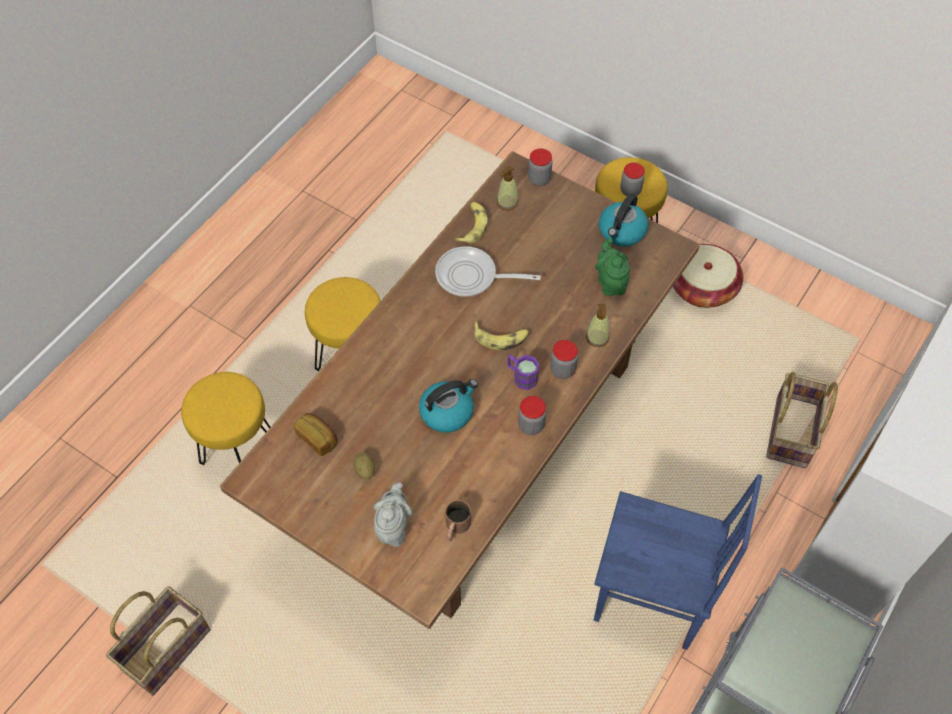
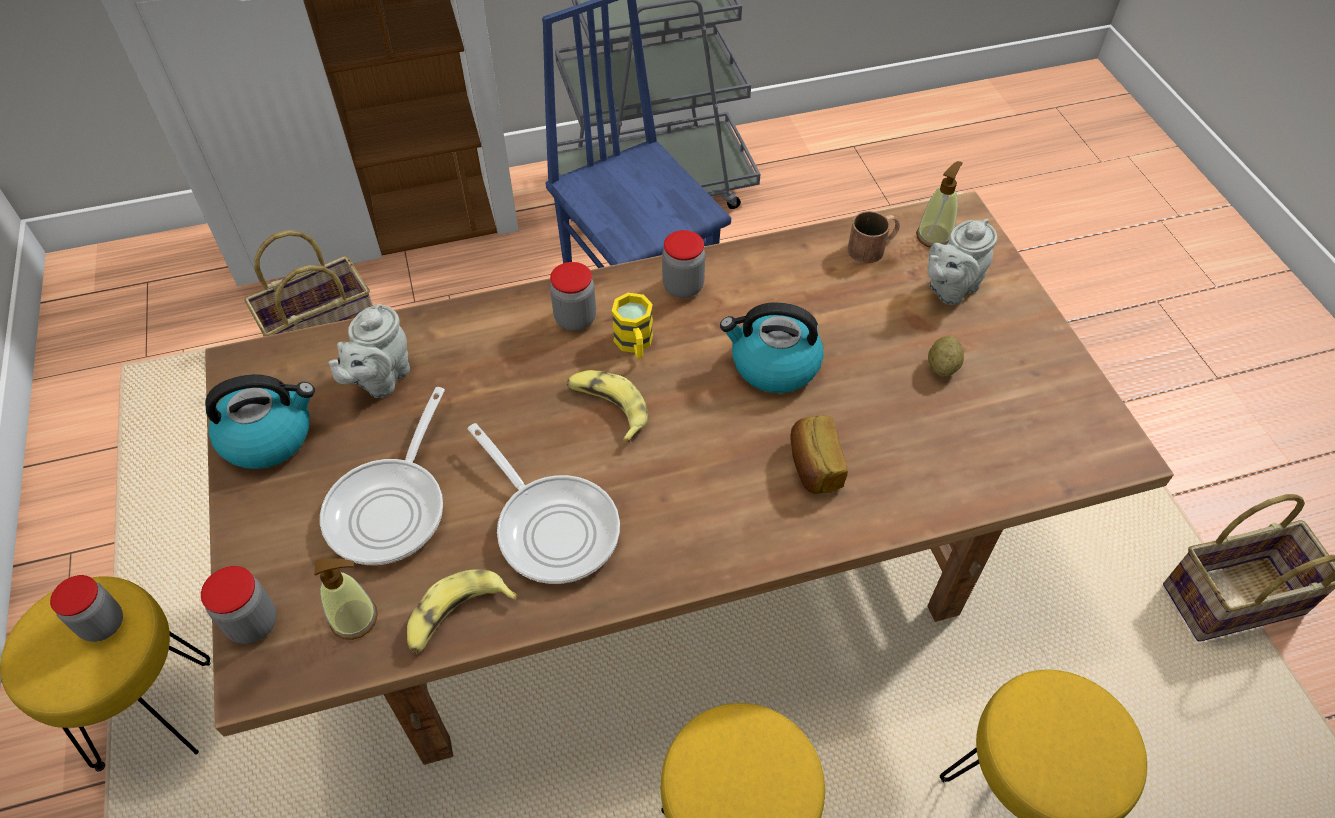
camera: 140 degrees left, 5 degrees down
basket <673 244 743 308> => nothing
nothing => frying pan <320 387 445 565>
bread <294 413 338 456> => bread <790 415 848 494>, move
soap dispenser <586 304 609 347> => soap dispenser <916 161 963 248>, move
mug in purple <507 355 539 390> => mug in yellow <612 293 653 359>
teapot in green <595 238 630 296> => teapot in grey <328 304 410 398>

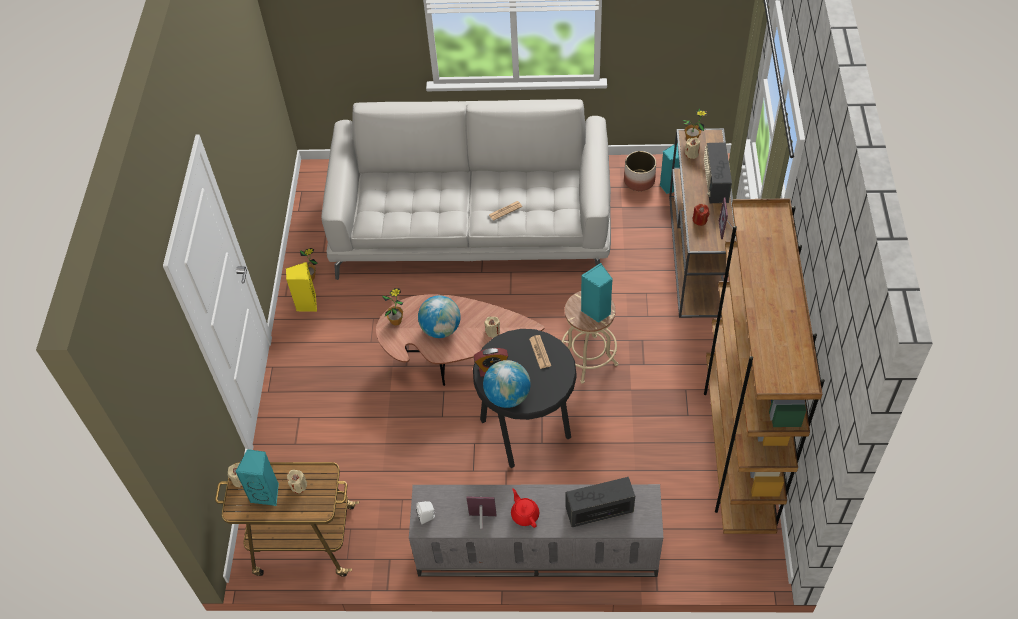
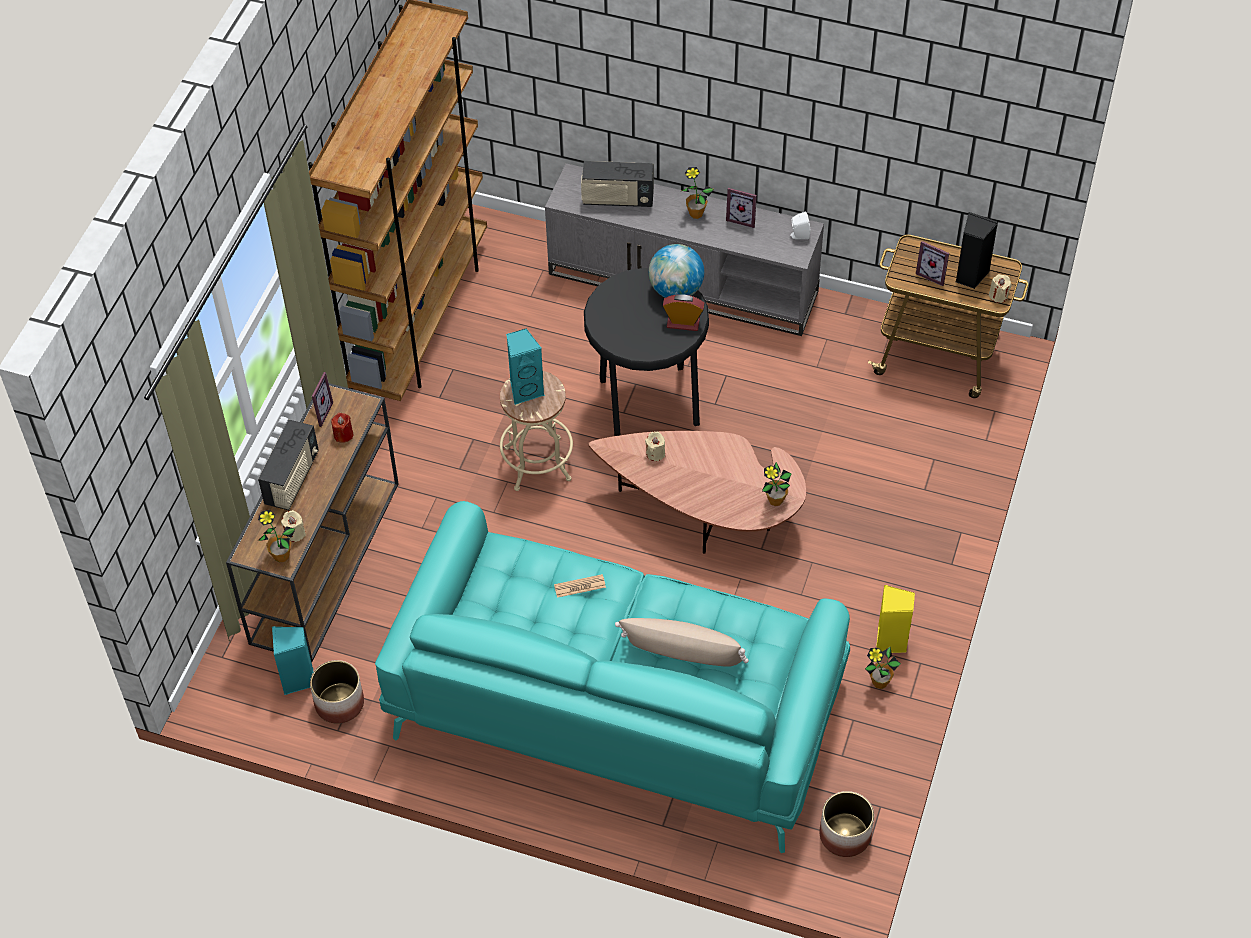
camera: 165 degrees left, 0 degrees up
globe <418 296 461 338> => nothing
newspaper <529 335 551 369> => nothing
nothing => pillow in beige <615 618 749 667>
nothing => planter <820 791 874 857>
candle in beige <287 470 307 493> => picture frame <916 241 949 286>
teapot in red <511 488 540 528> => potted plant <682 167 714 219>
speaker in turquoise <235 449 279 506> => speaker in black <956 212 999 289>
sofa in white <321 99 611 280> => sofa in turquoise <375 501 850 853>

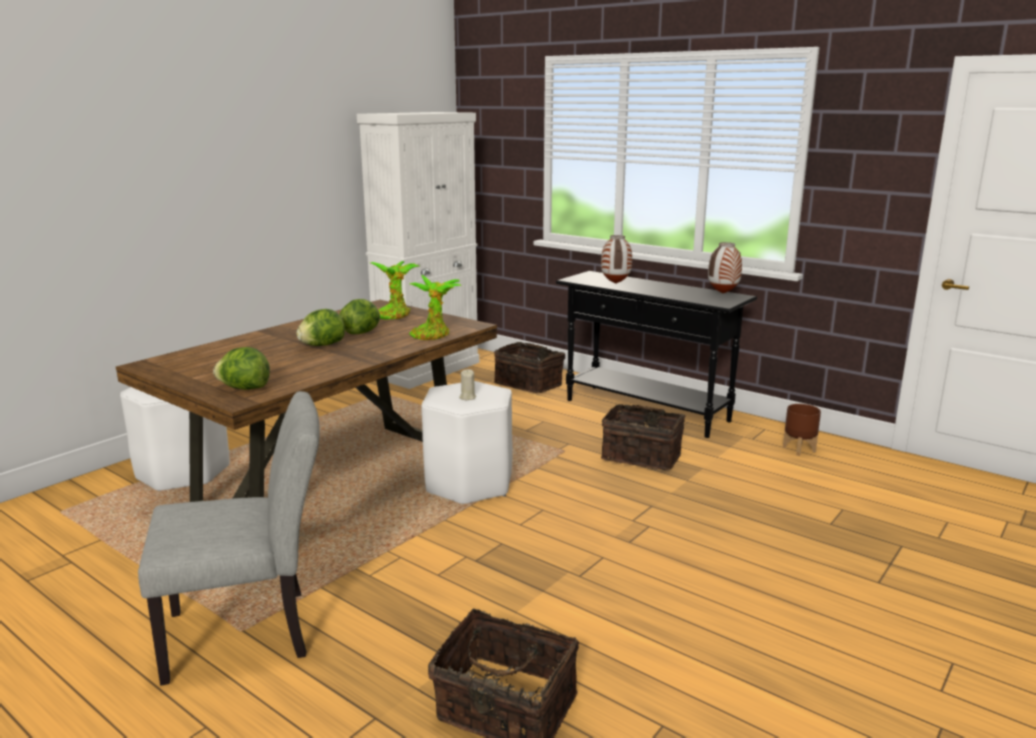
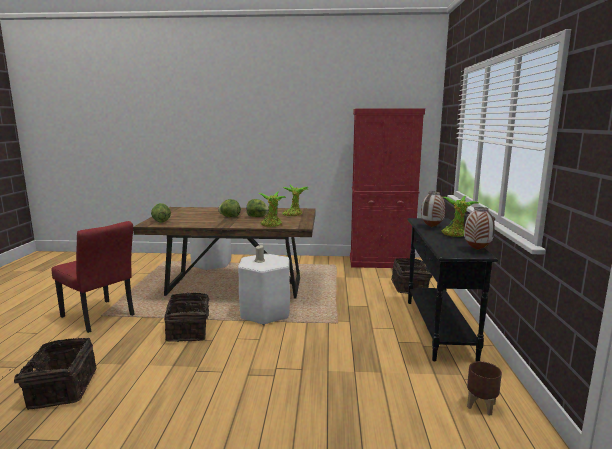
camera: 55 degrees right, 5 degrees down
nothing => potted plant <442 196 478 237>
basket <601 403 685 470> => basket <164 292 218 342>, move
chair in grey <138 391 319 686> => chair in red <52 221 135 333>
cabinet in white <357 112 479 389> => cabinet in red <350 108 425 268>

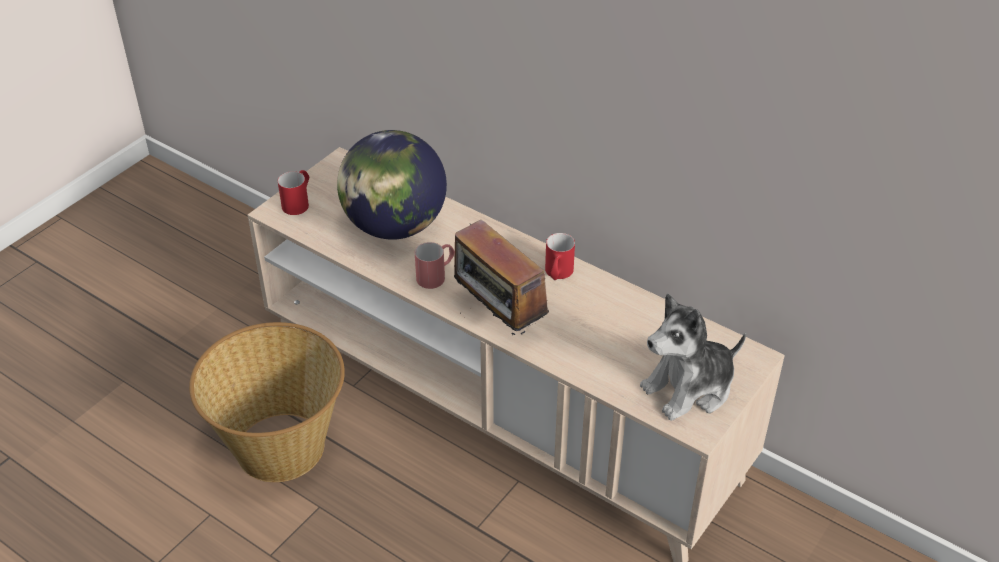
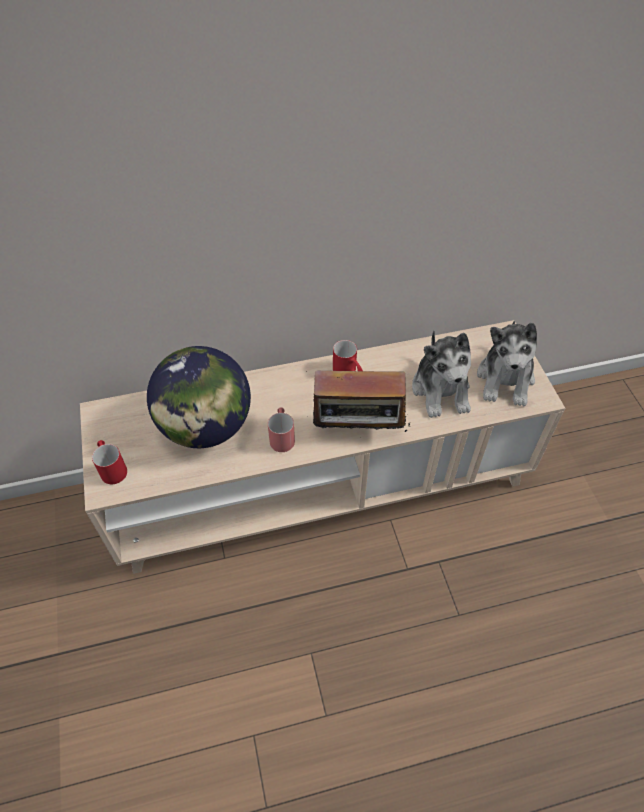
camera: 50 degrees left, 10 degrees up
basket <189 322 345 482> => nothing
nothing => plush toy <412 331 471 418>

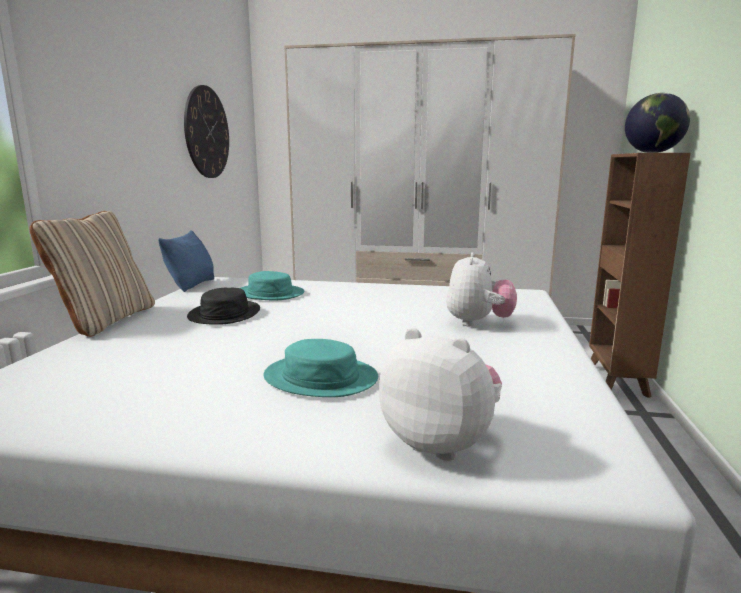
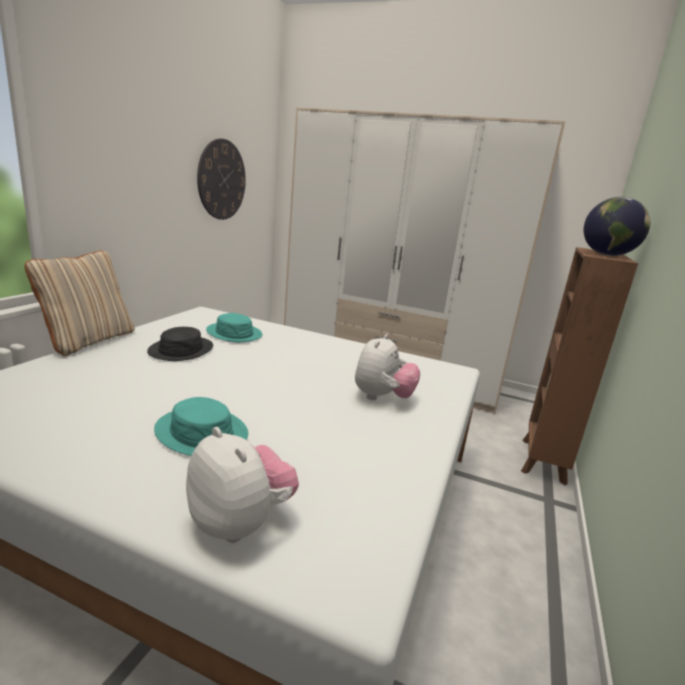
camera: 10 degrees right, 5 degrees up
pillow in blue <159 230 214 292> => nothing

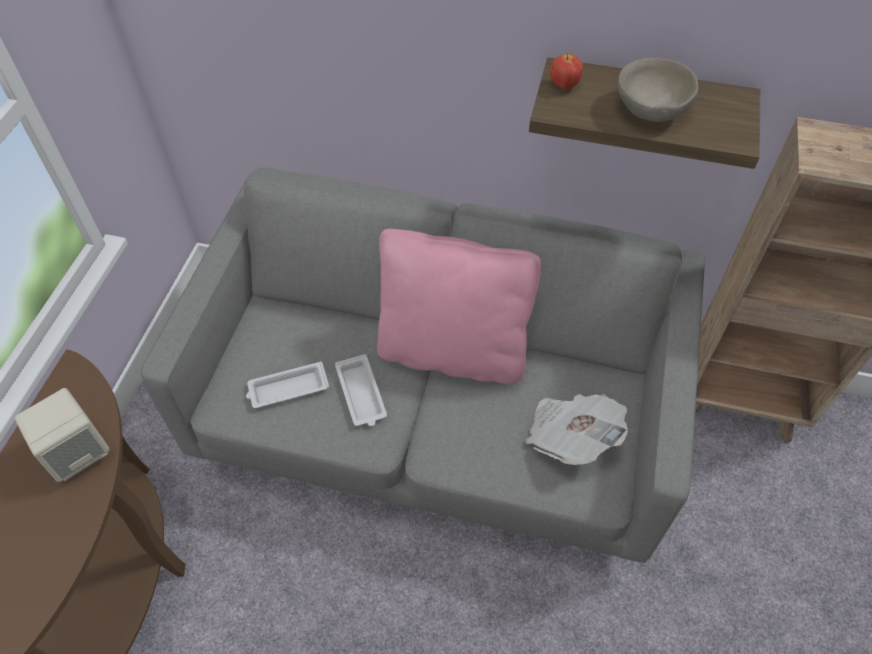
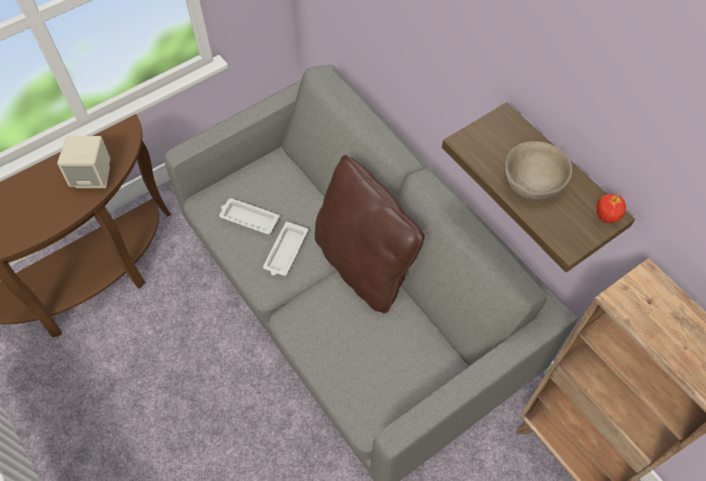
camera: 40 degrees right, 5 degrees up
newspaper <526 394 628 465> => nothing
apple <550 54 583 90> => apple <597 194 626 223>, move
pillow in pink <377 229 541 384> => pillow in brown <315 155 424 314>

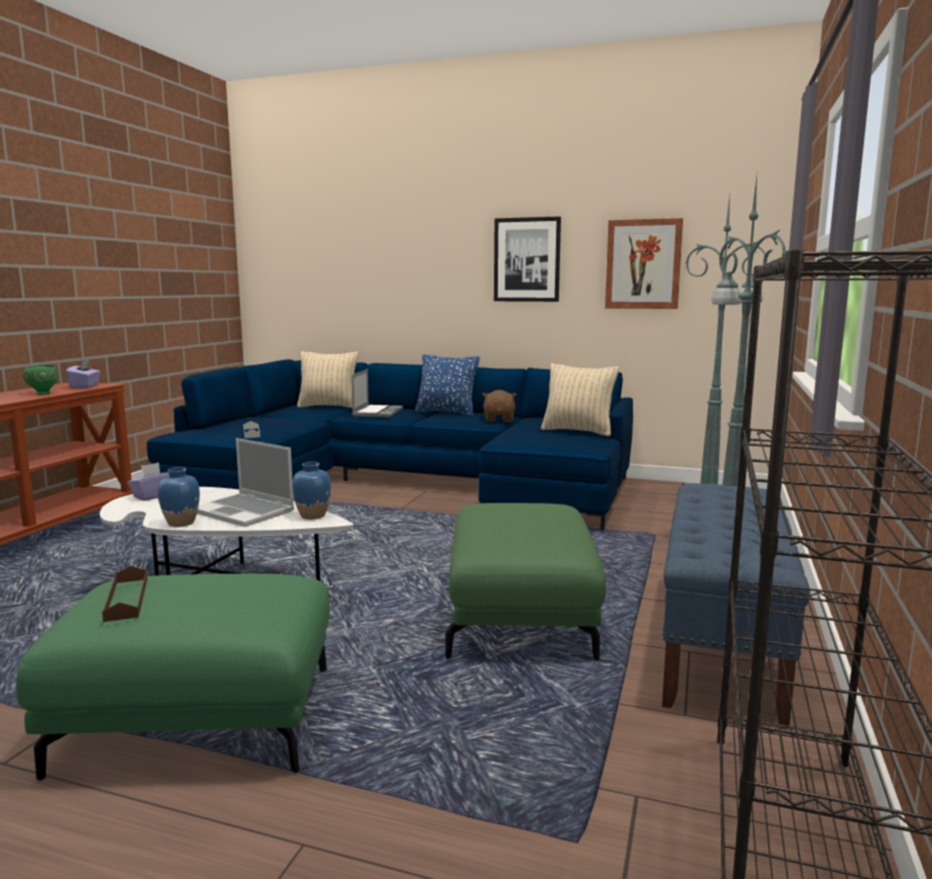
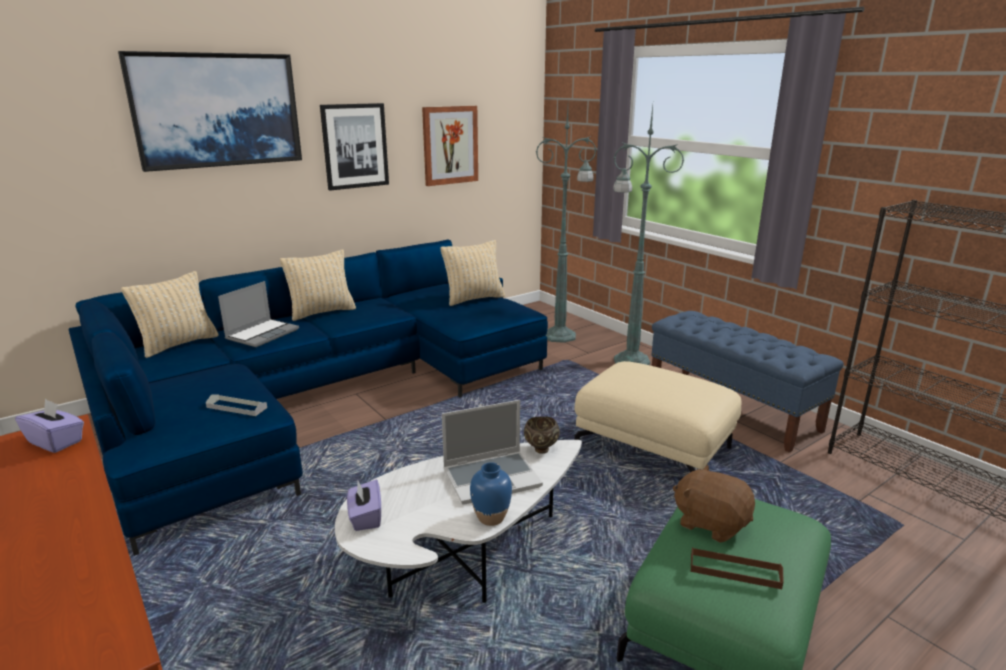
camera: 55 degrees left, 10 degrees up
bowl in green <23 365 58 395> => nothing
nothing => picture <118 51 302 172>
plush toy in brown <482 390 517 422> => plush toy in brown <673 464 755 543>, move
vase in blue <292 462 331 519> => bowl in brown <524 417 560 454>
pillow in blue <415 354 480 416> => pillow in beige <280 250 356 321>
ottoman in green <445 503 606 661> => ottoman in beige <574 361 741 472>
laptop <351 369 403 417> => laptop <218 281 299 347>, 75 degrees clockwise

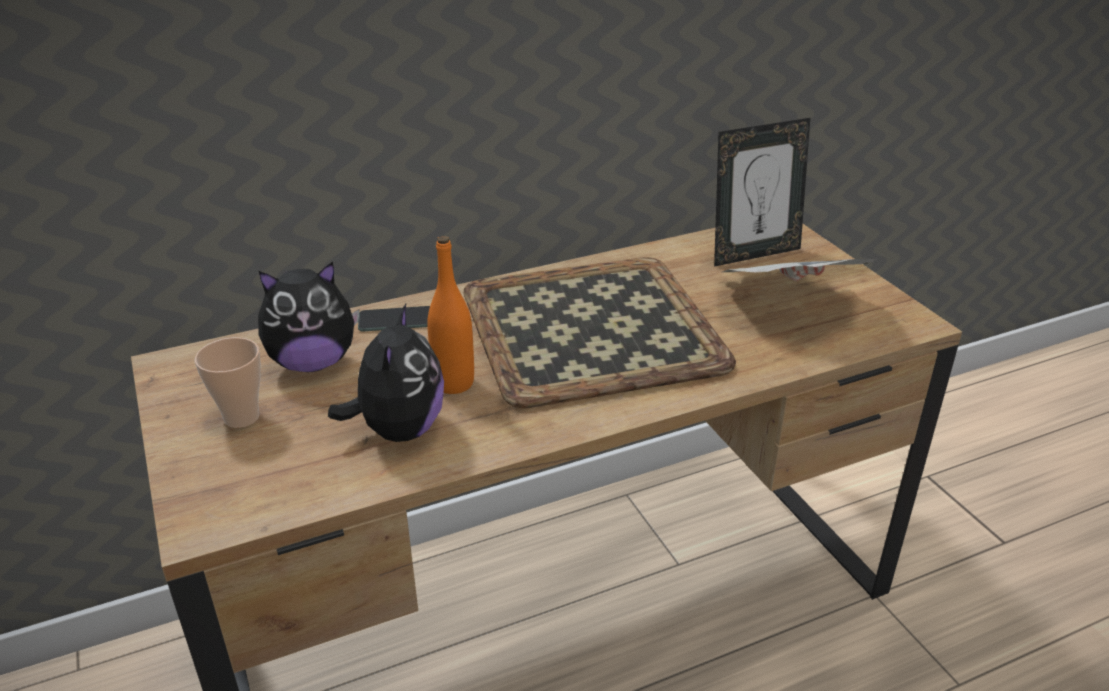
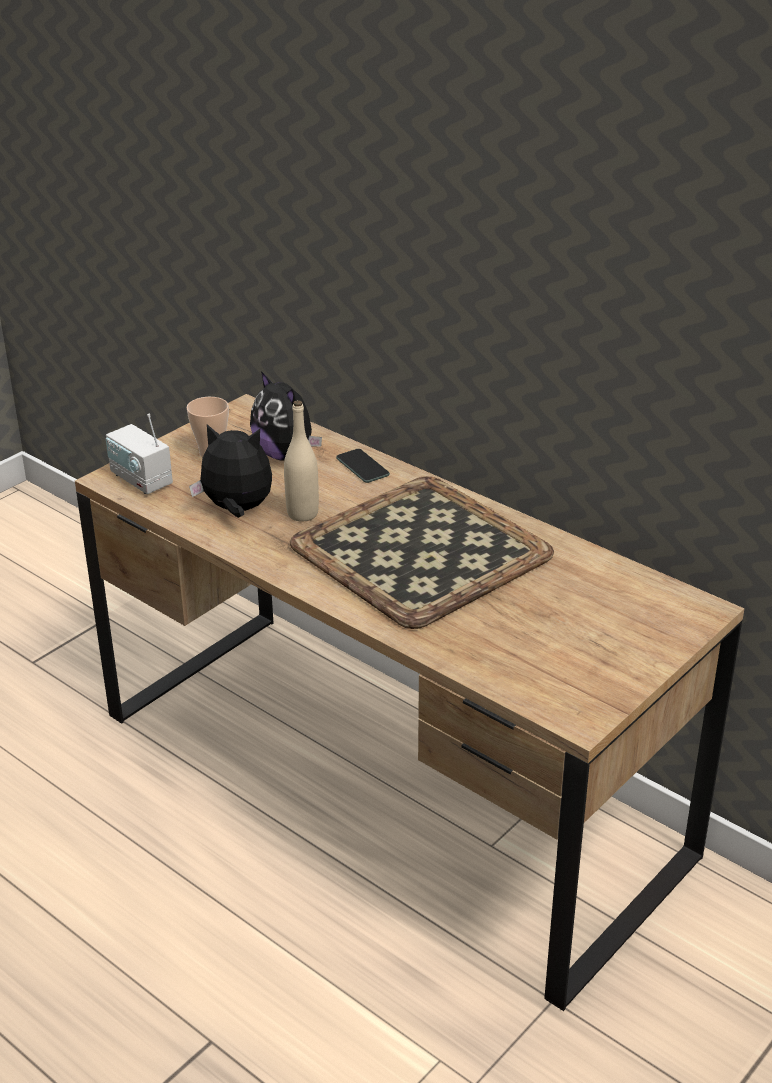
camera: 65 degrees right, 0 degrees up
picture frame <714 118 810 267> => nothing
newspaper <723 259 876 281> => nothing
nothing => radio <106 414 173 494>
bottle in orange <427 236 474 394> => bottle in beige <284 400 319 522>
plush toy <328 304 444 442> => plush toy <189 424 272 518>, 150 degrees counterclockwise

